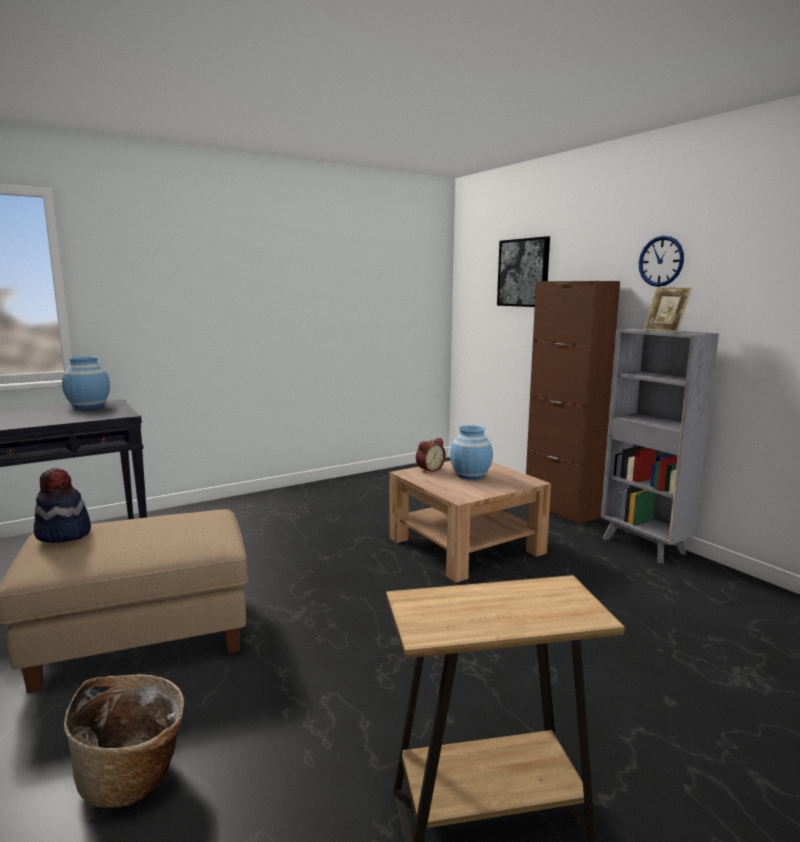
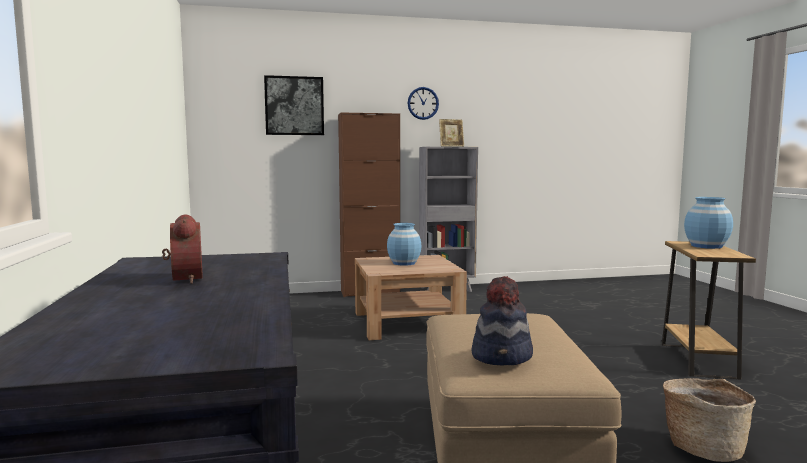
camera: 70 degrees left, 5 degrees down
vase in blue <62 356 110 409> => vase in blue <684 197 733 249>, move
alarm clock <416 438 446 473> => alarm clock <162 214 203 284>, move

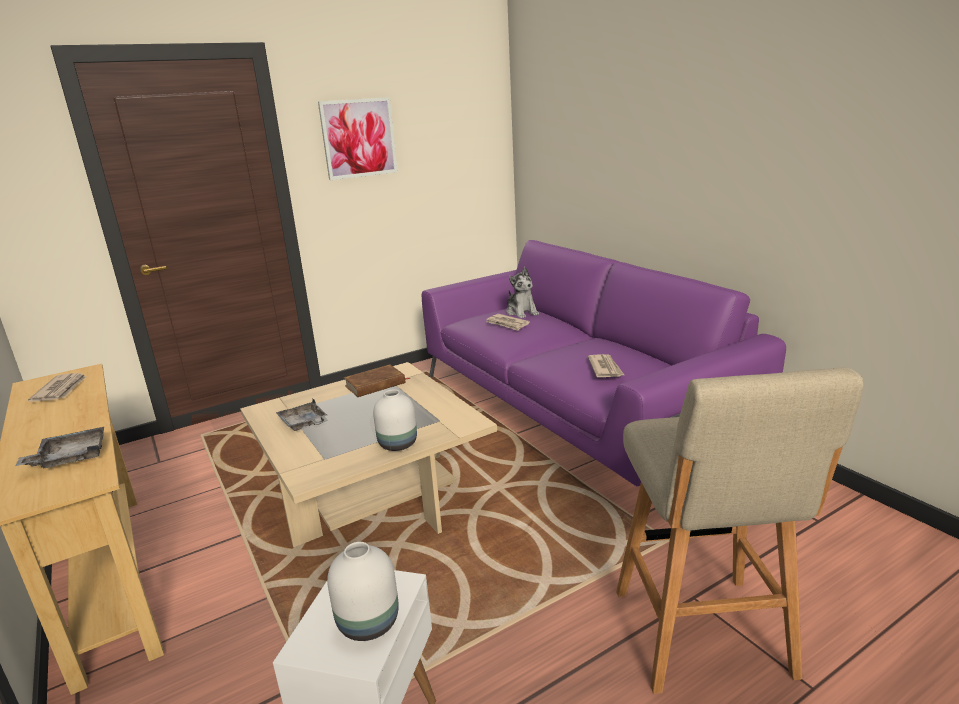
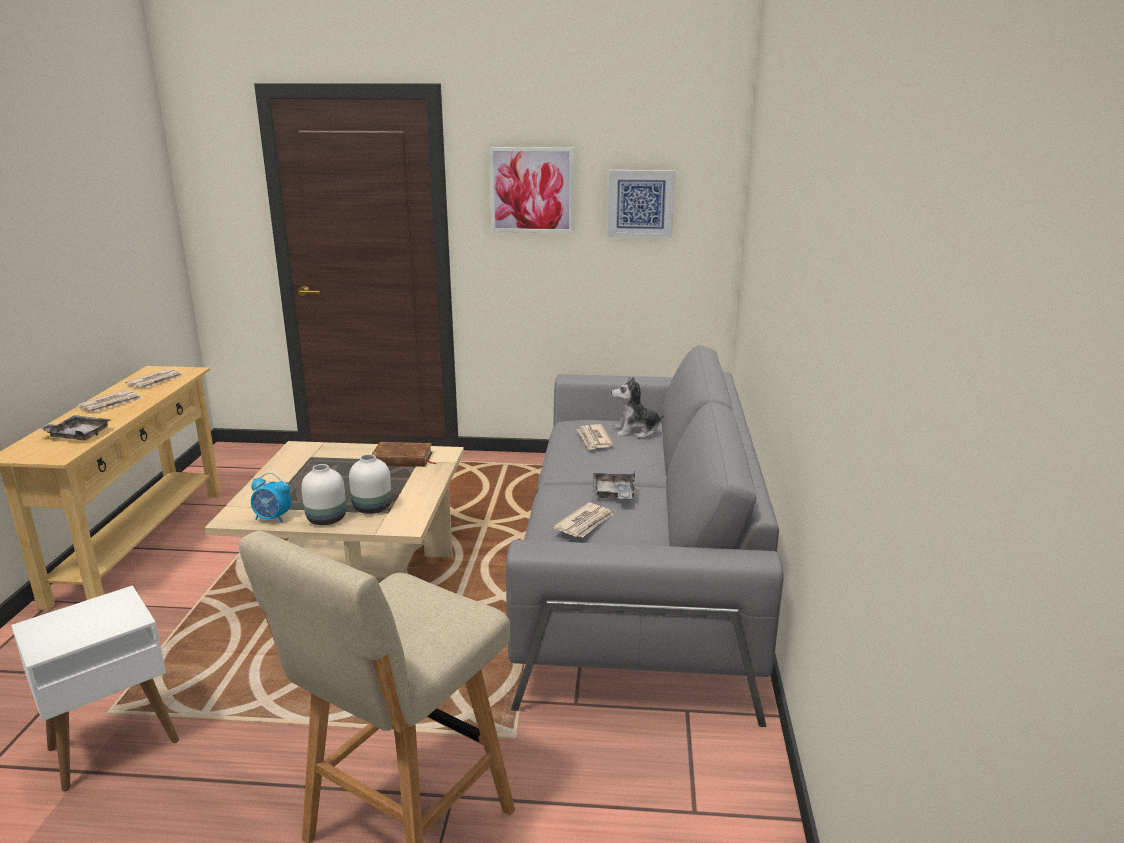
camera: 35 degrees right, 0 degrees up
nothing => newspaper <77 390 143 412>
nothing => alarm clock <251 473 291 523>
nothing => picture <607 170 675 238>
tray in grey <276 399 328 431> => tray in grey <593 471 636 499>, move
vase in white <327 542 399 641> => vase in white <349 454 392 514>, move
sofa in purple <422 240 786 486> => sofa in grey <506 345 783 727>
plush toy <506 267 539 318> => plush toy <611 377 664 438>, 75 degrees clockwise

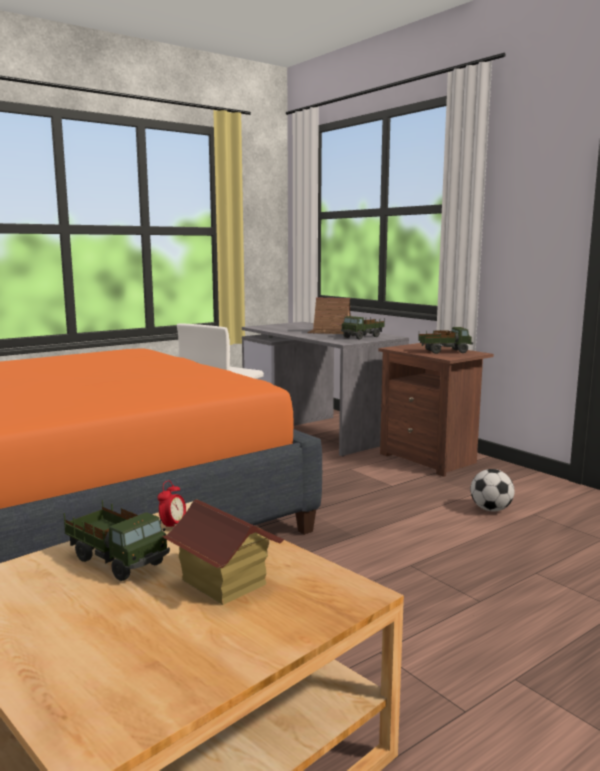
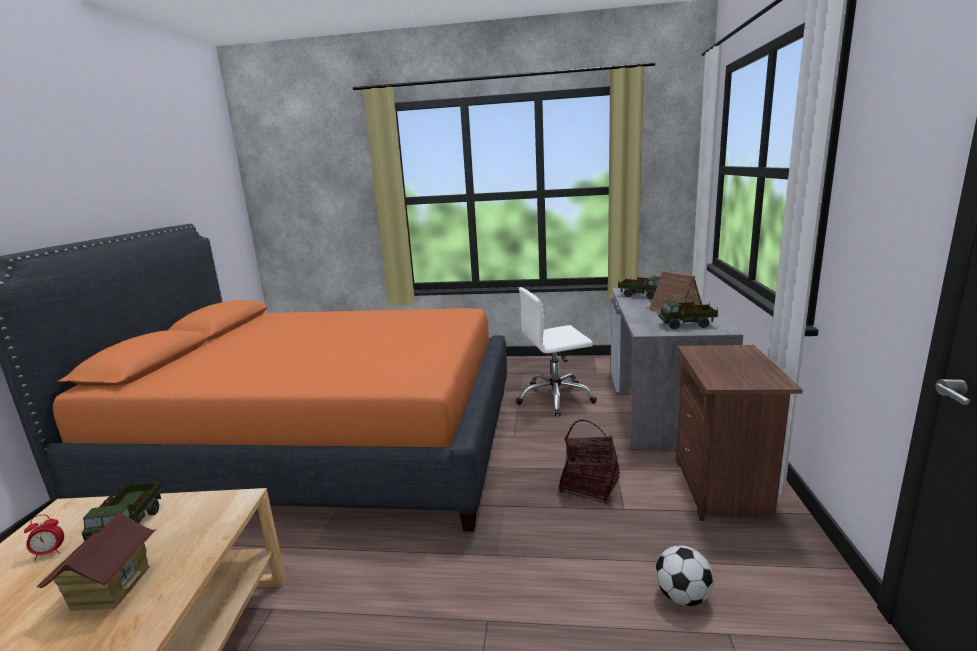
camera: 45 degrees right, 5 degrees up
nothing => basket <559 420 620 504>
alarm clock <158 480 186 527> => alarm clock <24 515 64 561>, move
toy truck <418 327 473 354> => toy truck <618 276 660 299>, move

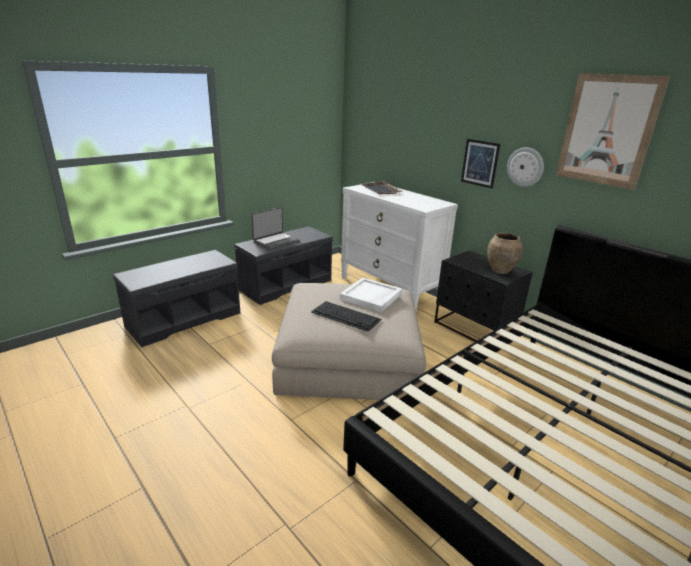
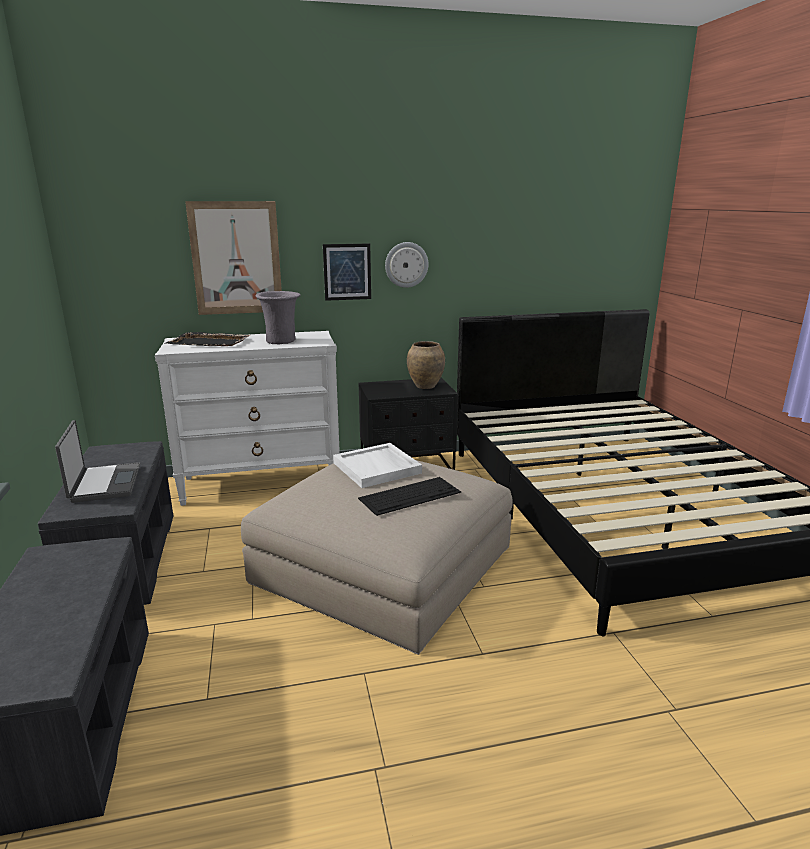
camera: 60 degrees left, 5 degrees down
nothing => vase in grey <256 291 301 344>
picture <556 73 670 190> => picture <185 201 282 315>, move

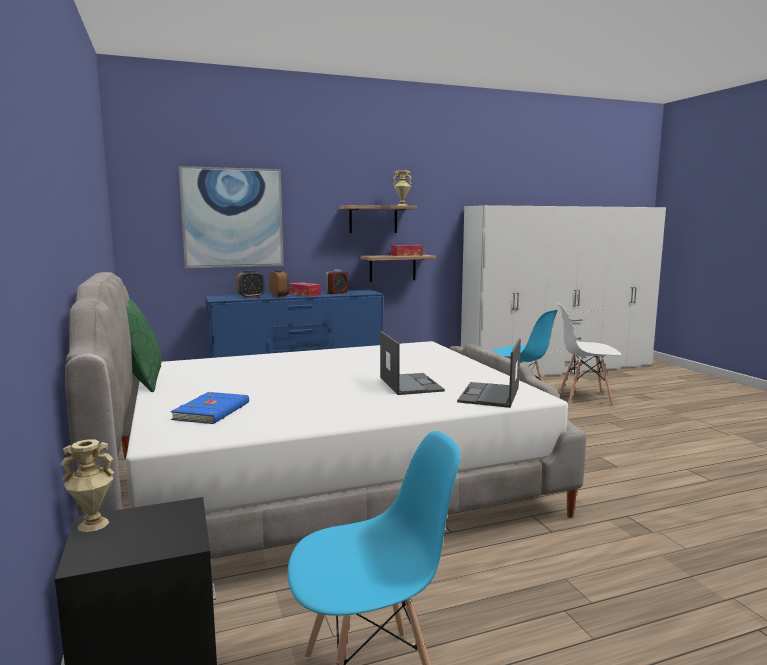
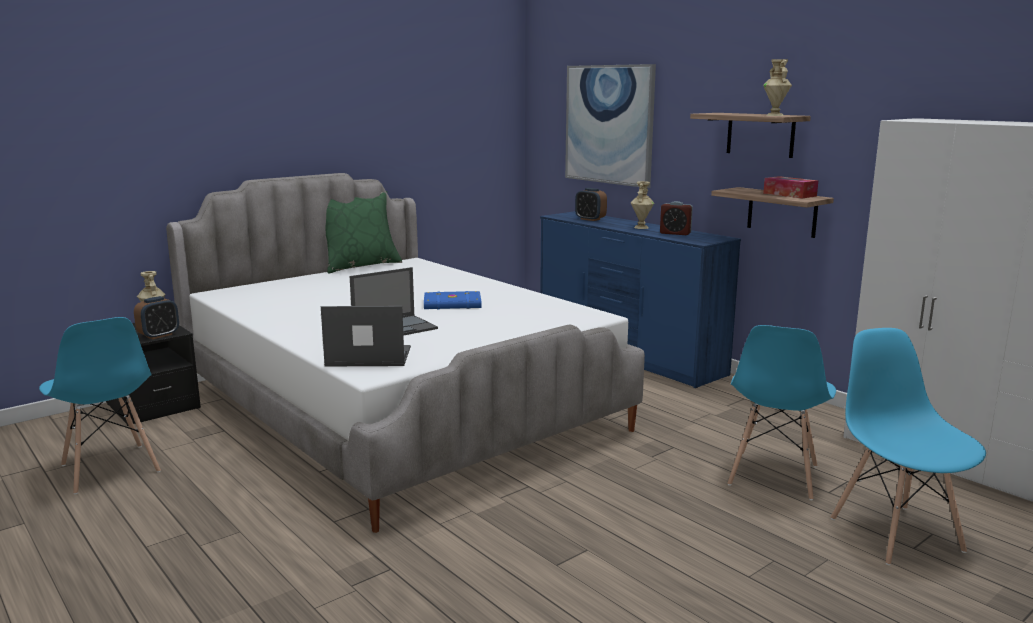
camera: 70 degrees right, 5 degrees up
book in blue <170 392 249 424> => book in blue <424 291 482 309>, move
alarm clock <270 270 289 297> => alarm clock <134 296 179 339>, move
tissue box <289 282 321 297> => vase in beige <631 181 654 229>
chair in white <558 303 622 406> => chair in blue <831 328 986 565>

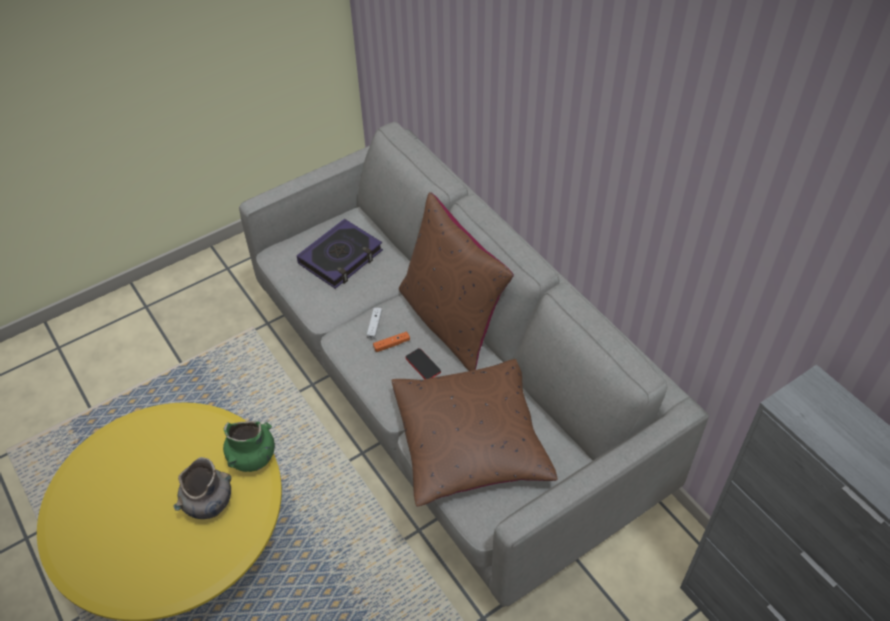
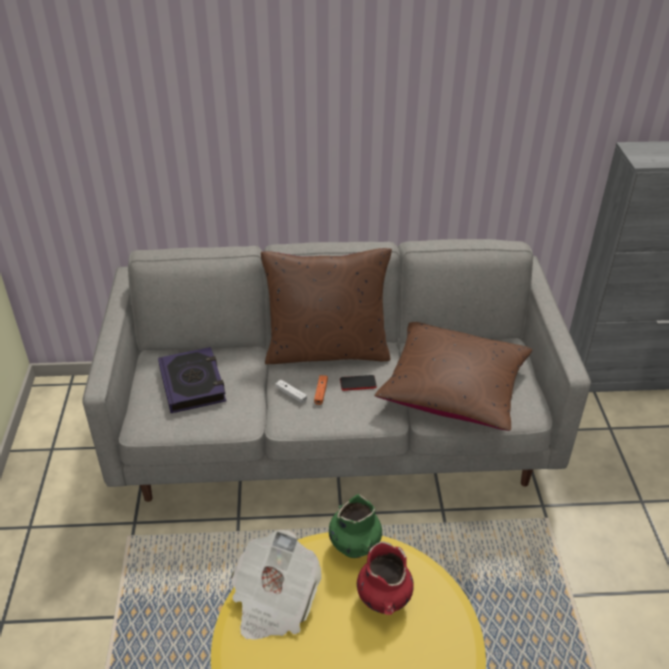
camera: 60 degrees left, 10 degrees down
nothing => newspaper <231 530 322 640>
vase in grey <174 457 231 519> => vase in red <357 541 414 615>

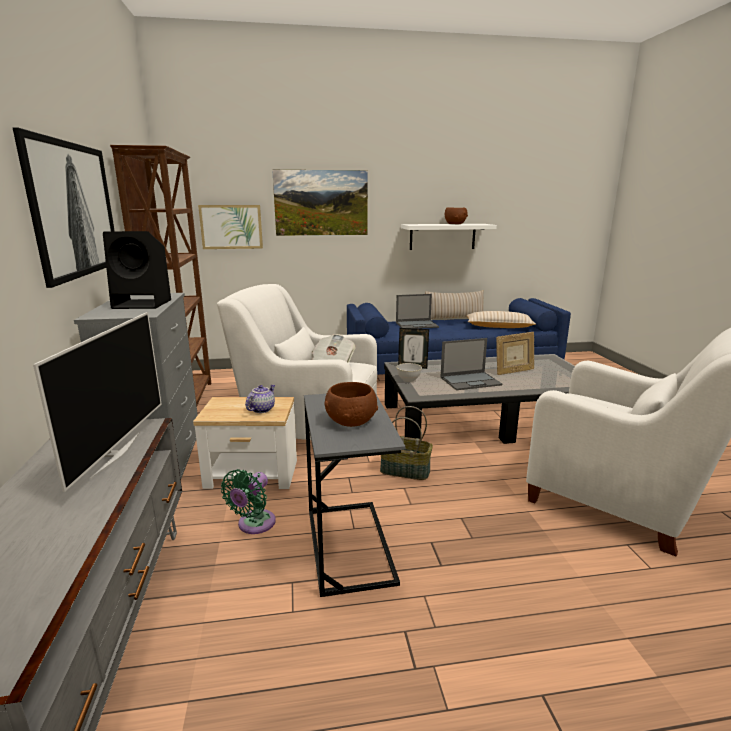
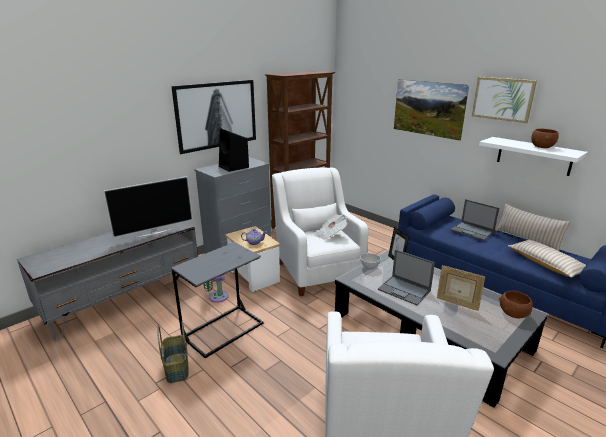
camera: 55 degrees right, 5 degrees up
picture <198 205 263 249> => picture <472 77 537 123>, move
bowl in brown <324 382 378 427> => bowl in brown <499 291 533 318>, move
basket <380 406 433 480> => basket <157 321 189 383>, move

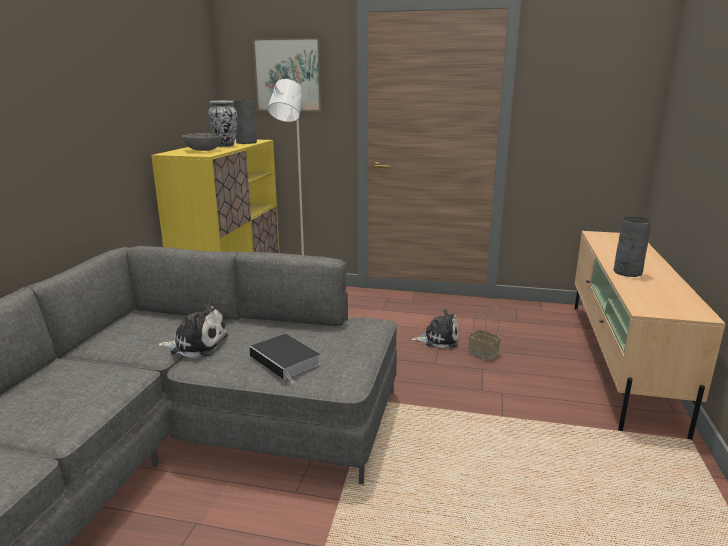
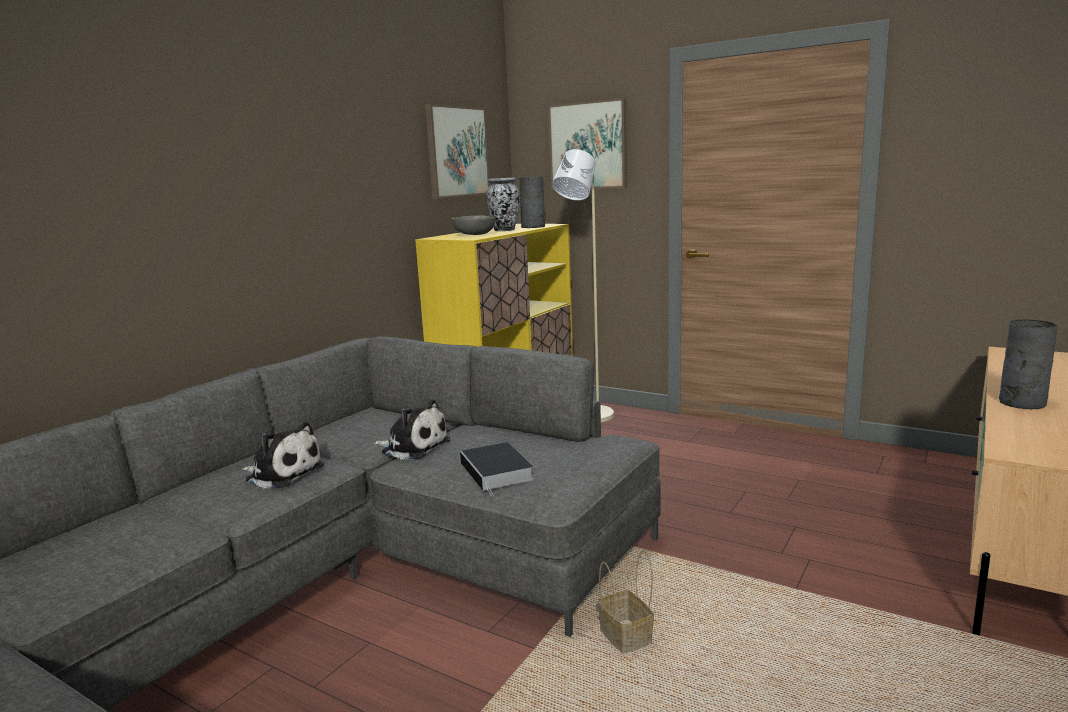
camera: 20 degrees right, 5 degrees down
nothing => picture <425 104 489 199>
plush toy <411 309 459 349> => plush toy <242 421 324 488>, move
basket <469 306 501 361> => basket <598 550 654 654>, move

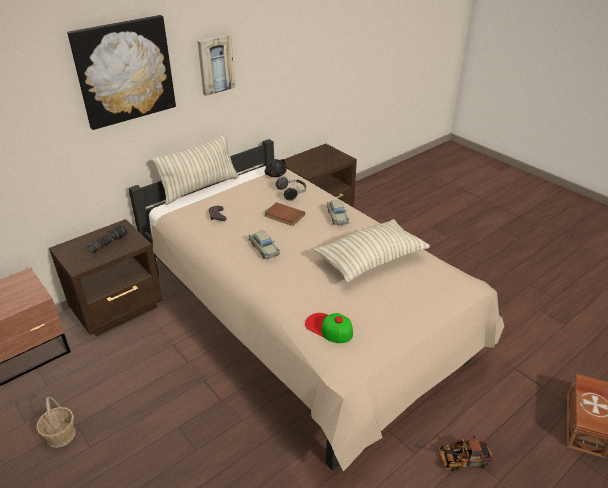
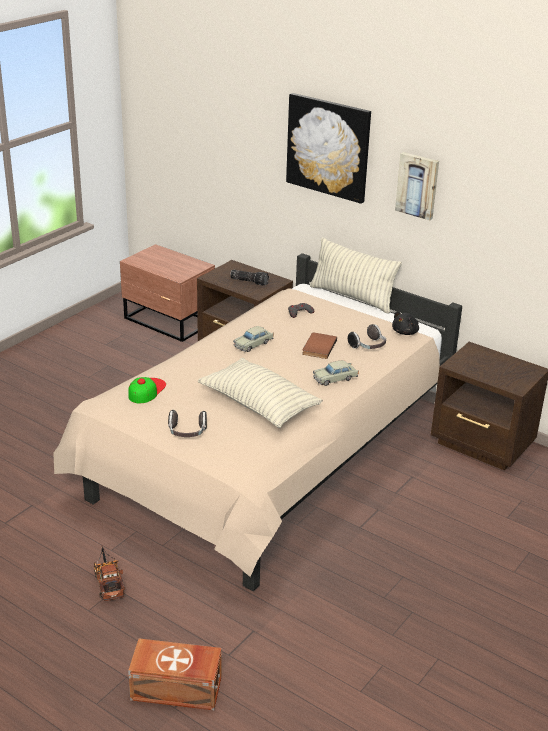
camera: 75 degrees right, 5 degrees down
basket <36 397 76 448> => nothing
nothing => headphones <168 410 207 437>

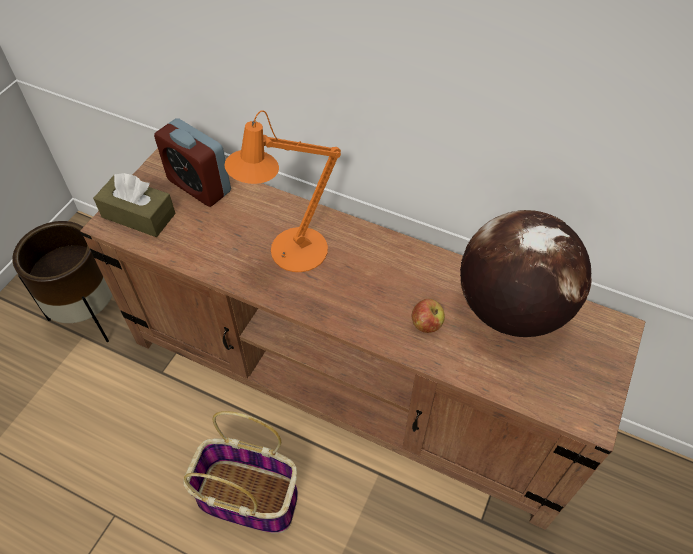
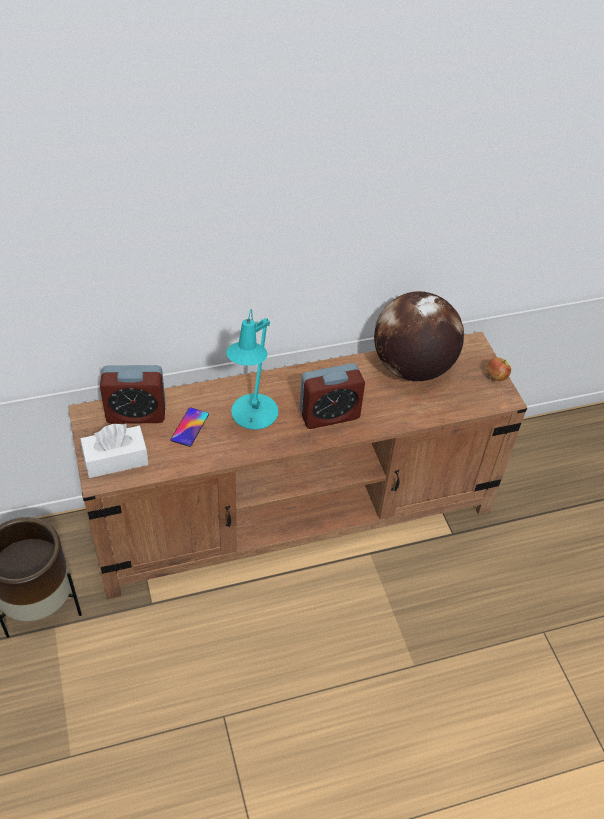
camera: 45 degrees left, 5 degrees down
basket <183 411 298 534> => nothing
nothing => phone <170 407 209 447>
nothing => alarm clock <299 363 365 429>
apple <412 299 445 333> => apple <487 357 511 381>, move
tissue box in brown <93 173 176 237> => tissue box in white <80 424 149 478>
table lamp in orange <225 110 341 272> => table lamp in turquoise <226 309 279 430>

